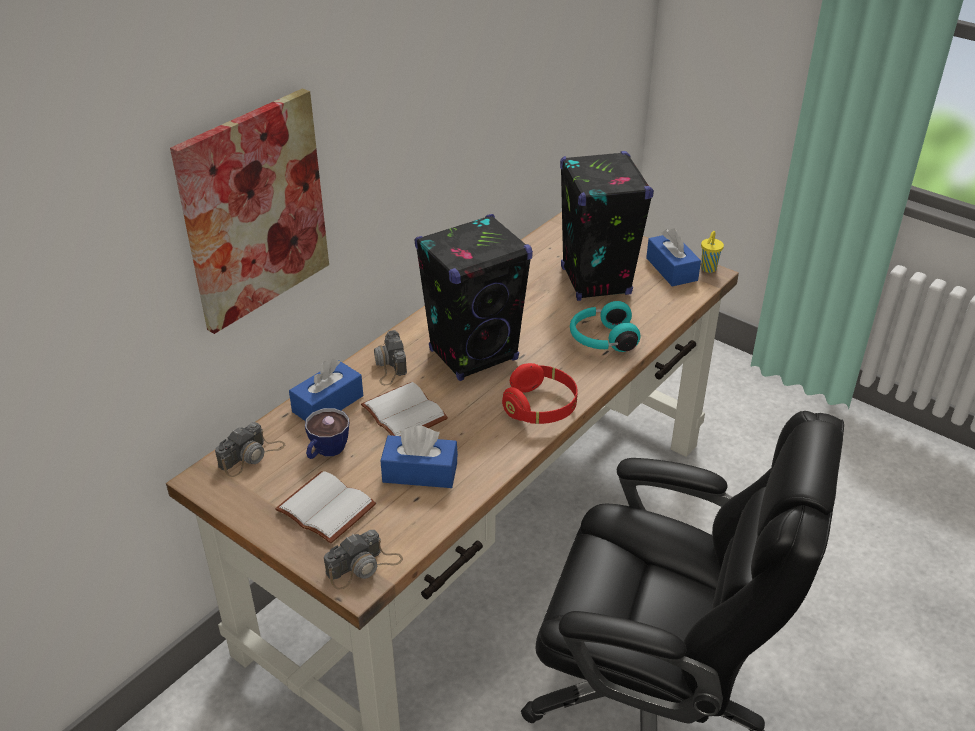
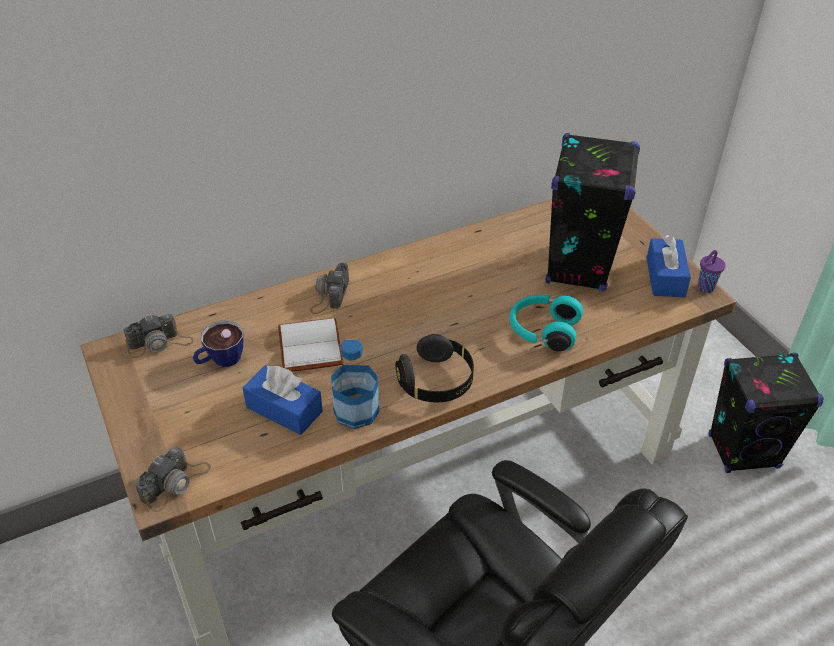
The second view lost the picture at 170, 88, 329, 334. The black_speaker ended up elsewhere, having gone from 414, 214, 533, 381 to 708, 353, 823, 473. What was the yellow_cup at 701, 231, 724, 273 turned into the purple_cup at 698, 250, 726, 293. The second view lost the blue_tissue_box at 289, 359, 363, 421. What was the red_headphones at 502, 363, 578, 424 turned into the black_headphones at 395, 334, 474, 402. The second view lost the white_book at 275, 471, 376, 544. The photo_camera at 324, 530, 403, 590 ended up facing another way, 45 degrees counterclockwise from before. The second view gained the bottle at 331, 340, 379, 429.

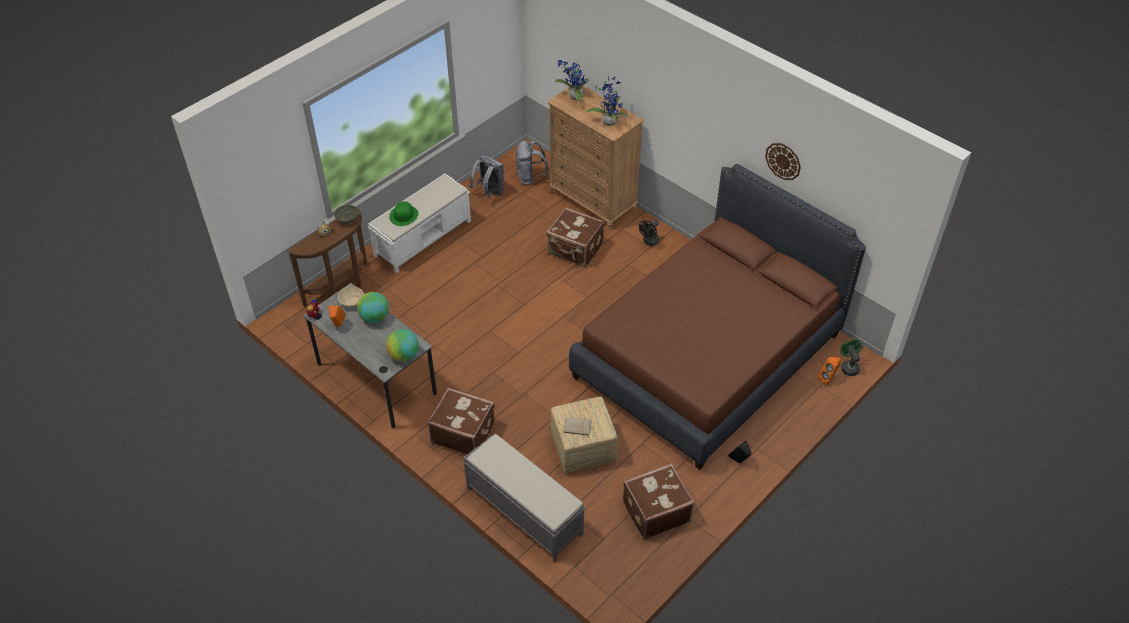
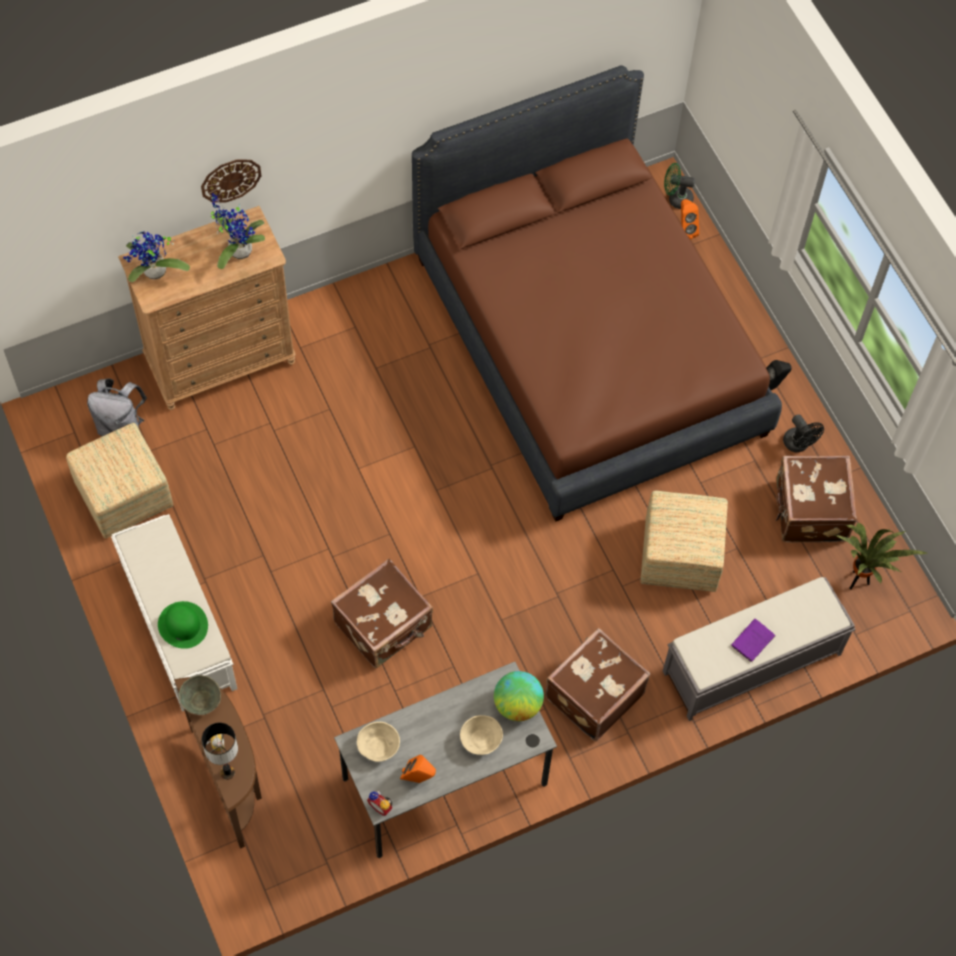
The wall_clock ended up elsewhere, having gone from 765, 143, 801, 180 to 201, 160, 261, 202. Where the grey_backpack stood at 469, 155, 504, 198, the ottoman came to stand at 66, 423, 173, 538. The brown_suitcase ended up elsewhere, having gone from 546, 207, 605, 267 to 331, 559, 433, 668. The black_fan ended up elsewhere, having gone from 639, 220, 660, 246 to 783, 415, 824, 452. The second view lost the globe at 357, 292, 389, 323. The second view lost the beige_book at 563, 417, 592, 436. The second view gained the potted_plant at 834, 523, 929, 589. The second view gained the purple_book at 732, 619, 776, 663. The second view gained the beige_bowl at 460, 715, 503, 755. The second view gained the table_lamp at 202, 723, 238, 780.

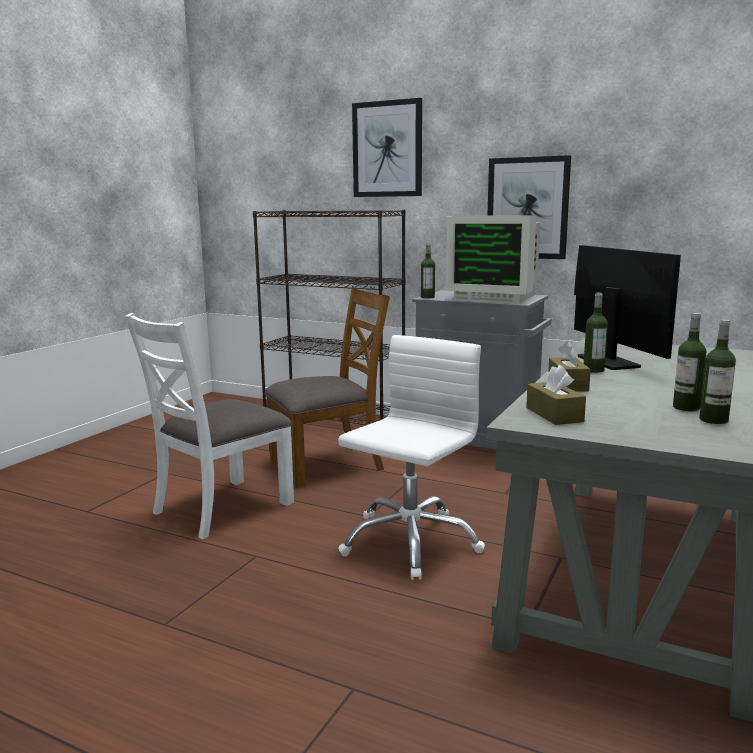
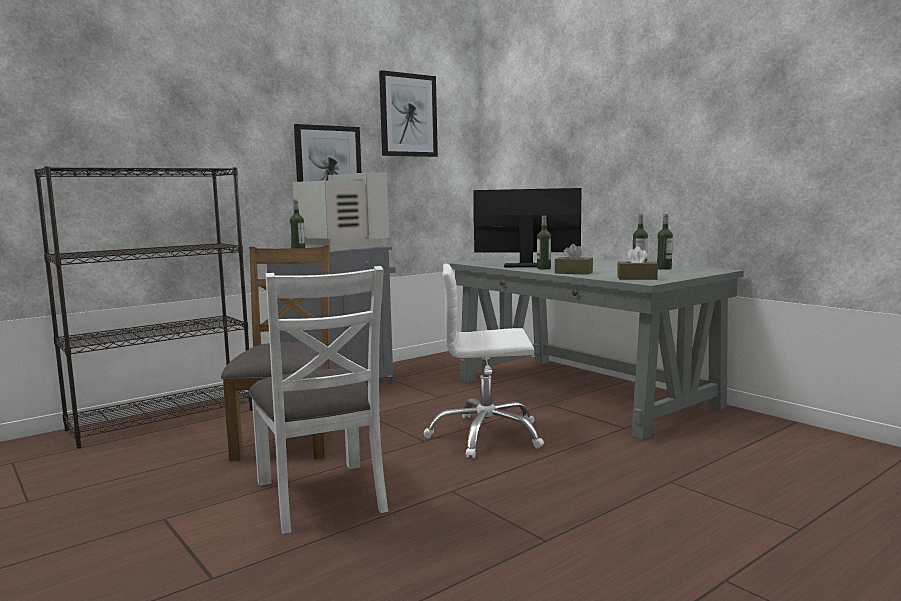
The picture ended up elsewhere, having gone from 352, 98, 422, 197 to 379, 70, 438, 157. The monitor at 446, 215, 540, 304 ended up facing another way, 90 degrees counterclockwise from before. The white_office_chair at 338, 335, 485, 580 ended up facing another way, 60 degrees counterclockwise from before.

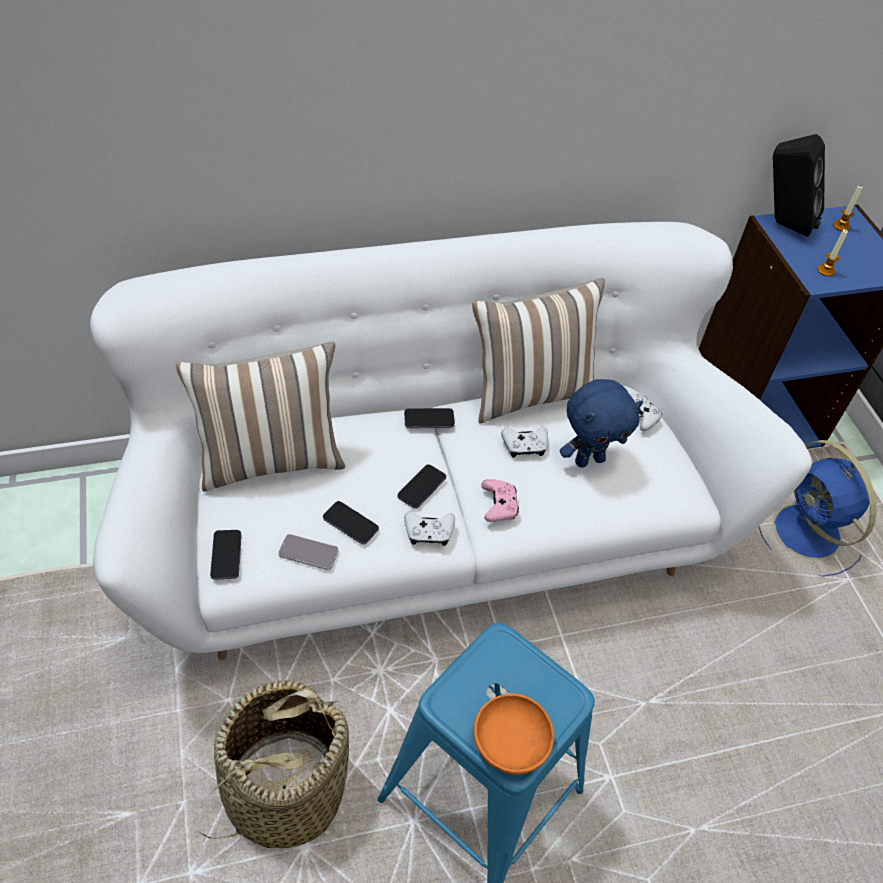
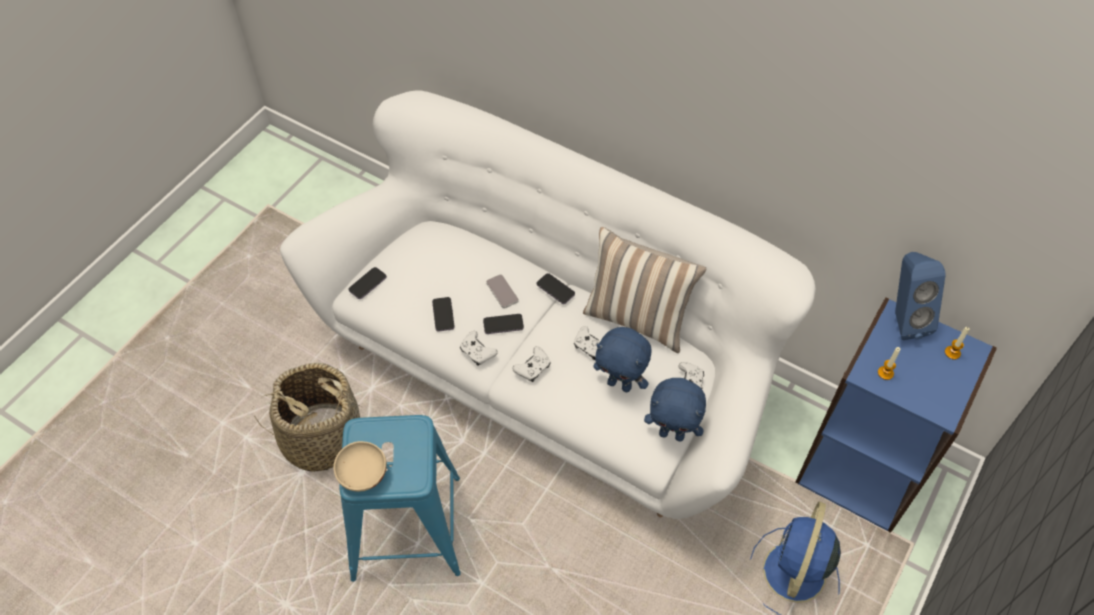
What was the black_speaker at 773, 134, 825, 237 turned into the blue_speaker at 895, 252, 946, 340. The second view lost the pillow at 176, 341, 345, 492. What was the pink_game_controller at 481, 479, 519, 522 turned into the white_game_controller at 512, 346, 551, 382. The phone ended up elsewhere, having gone from 278, 534, 339, 570 to 486, 274, 519, 308. What was the orange_bowl at 473, 694, 554, 775 turned into the beige_bowl at 333, 441, 387, 492. The second view gained the blue_plush_toy at 644, 378, 706, 442.

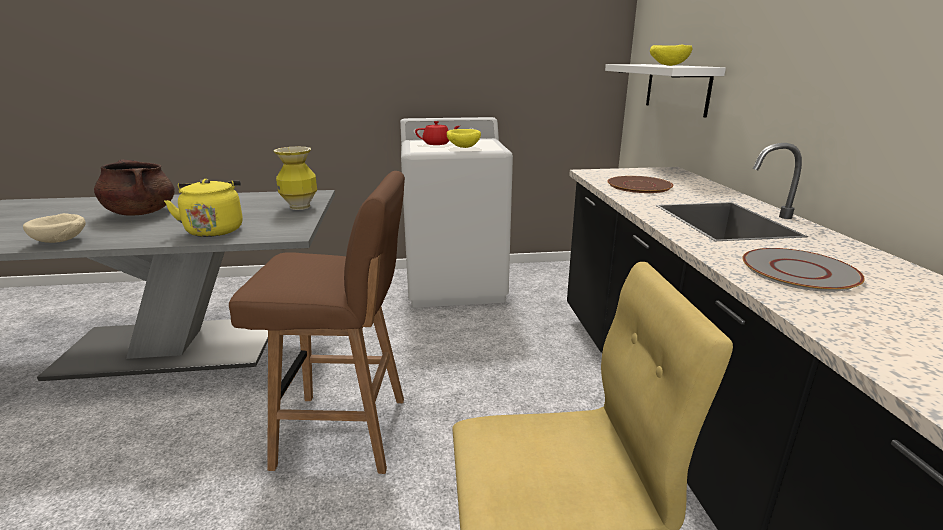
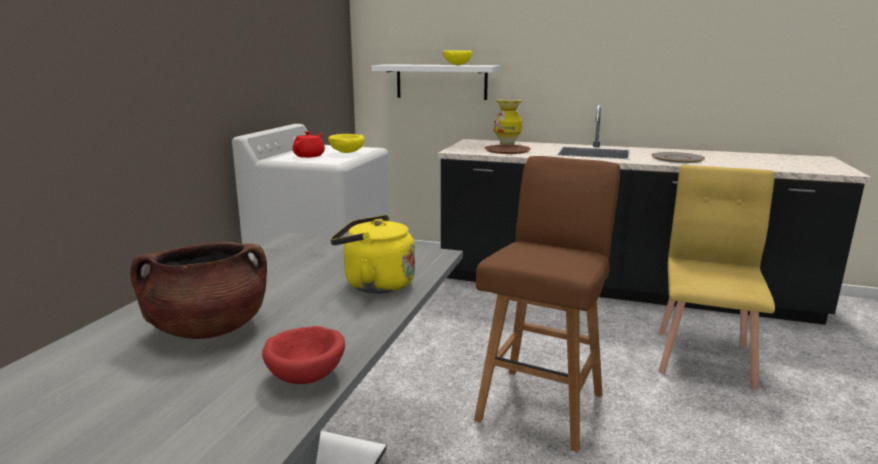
The vase ended up elsewhere, having gone from 274, 146, 317, 210 to 494, 99, 522, 145. What was the beige_bowl at 23, 213, 86, 243 turned into the red_bowl at 262, 326, 345, 384.

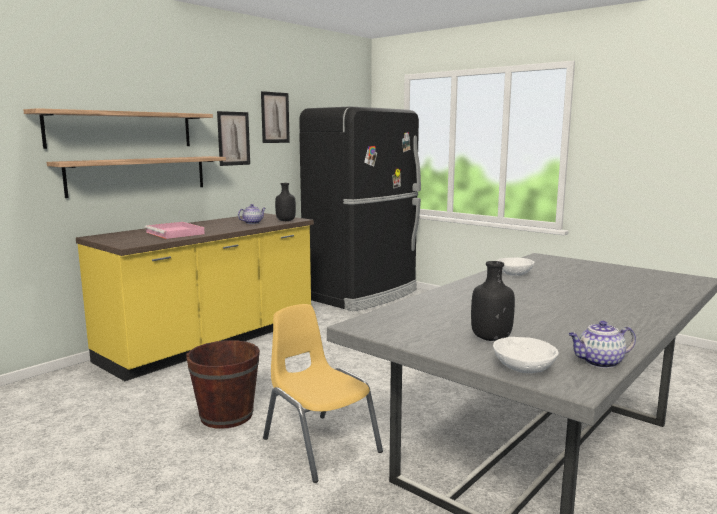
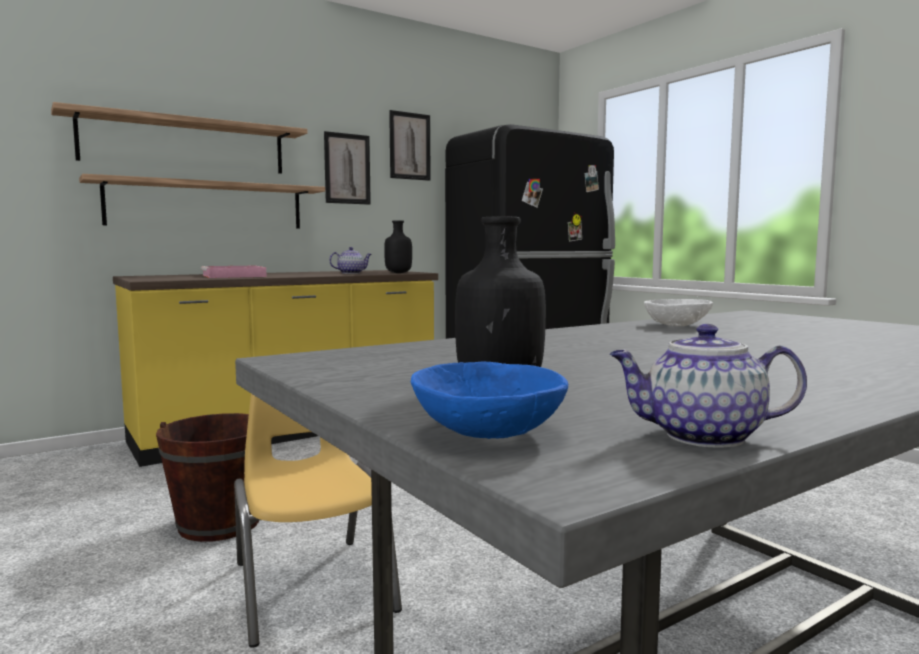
What was the white_bowl at 493, 337, 559, 373 turned into the blue_bowl at 411, 361, 568, 439.

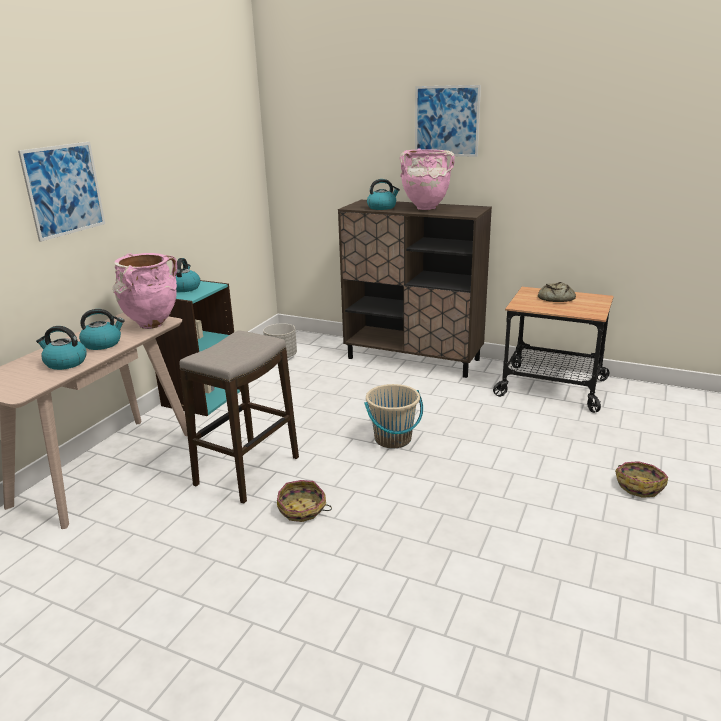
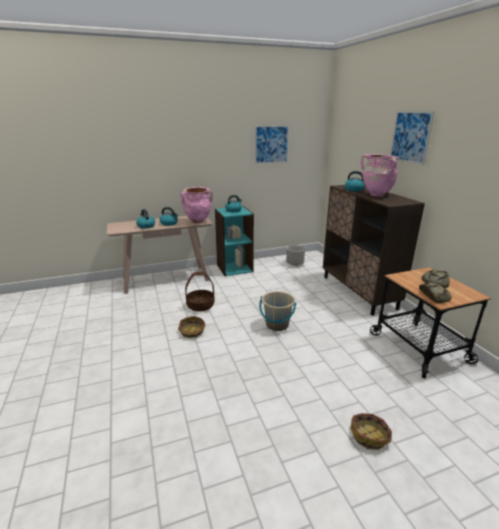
The picture ended up elsewhere, having gone from 18, 142, 105, 242 to 255, 125, 289, 164. Where the stool stood at 179, 331, 299, 504, the basket came to stand at 185, 272, 215, 312. The second view gained the bread at 419, 283, 451, 303.

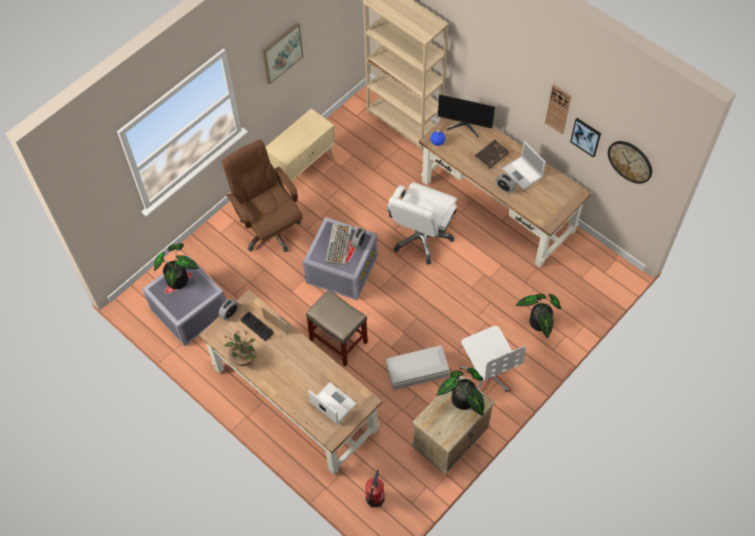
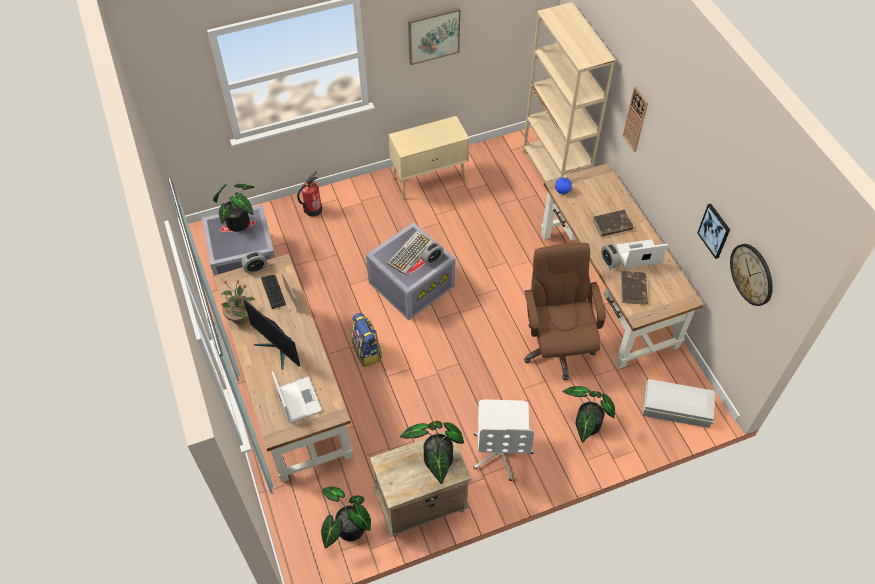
The wall_clock ended up elsewhere, having gone from 545, 84, 571, 134 to 623, 86, 648, 152. The monitor ended up elsewhere, having gone from 438, 94, 495, 137 to 243, 299, 300, 370. The brown_office_chair ended up elsewhere, having gone from 222, 140, 303, 252 to 524, 243, 606, 380. The laptop at 502, 141, 546, 190 ended up facing another way, 90 degrees clockwise from before. The second view lost the white_office_chair at 386, 182, 457, 264. Where the beige_stool stood at 306, 289, 368, 366, the backpack came to stand at 351, 313, 382, 367. The white_storage_box ended up elsewhere, having gone from 386, 345, 450, 390 to 642, 379, 715, 428. The fire_extinguisher ended up elsewhere, having gone from 366, 470, 385, 508 to 297, 171, 322, 217. The second view gained the brown_book at 621, 271, 648, 304. The second view gained the potted_plant at 321, 486, 371, 548.

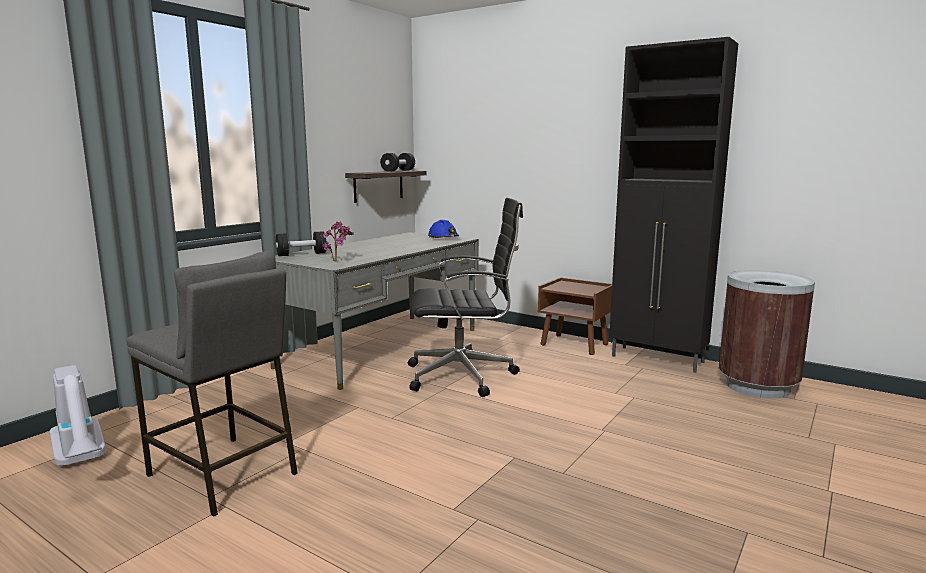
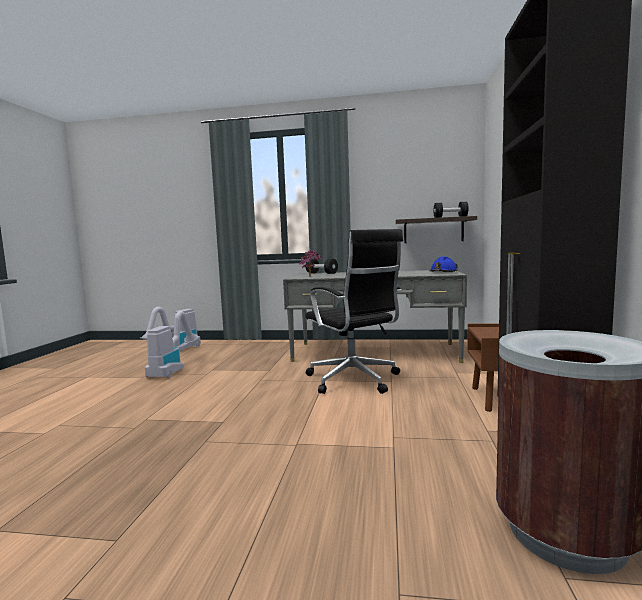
Where the grey_stool stood at 126, 251, 298, 517, the vacuum_cleaner came to stand at 145, 311, 198, 378.

